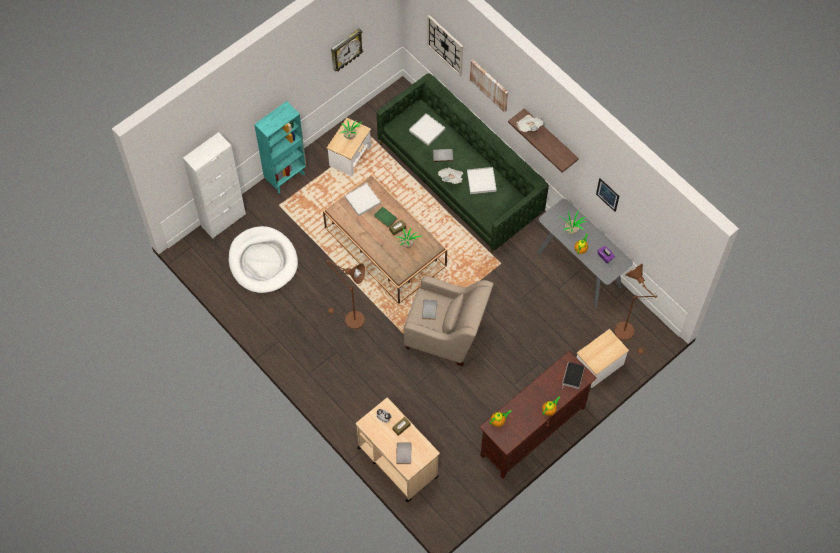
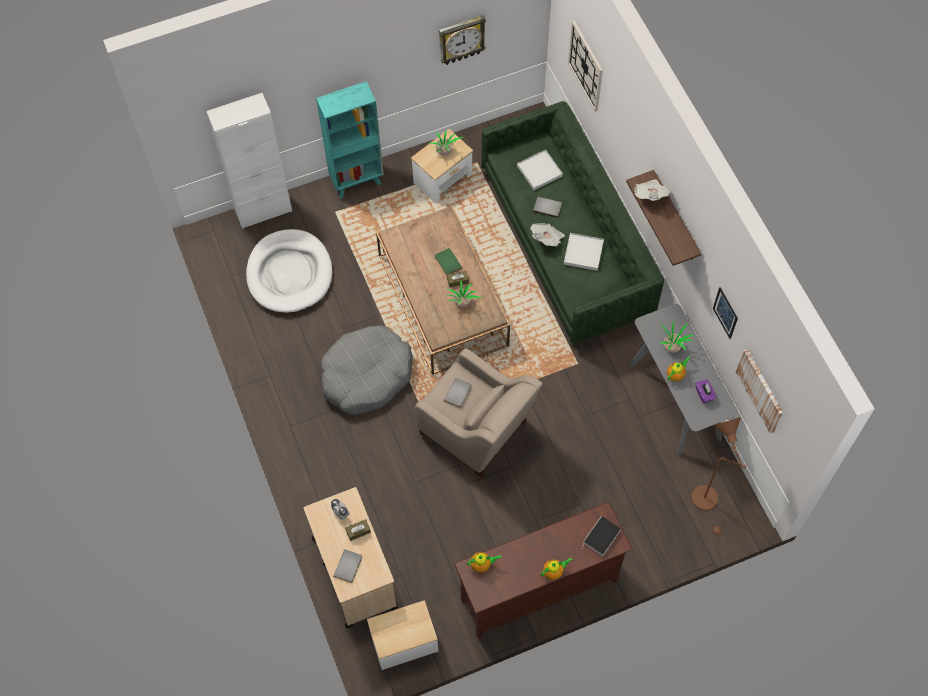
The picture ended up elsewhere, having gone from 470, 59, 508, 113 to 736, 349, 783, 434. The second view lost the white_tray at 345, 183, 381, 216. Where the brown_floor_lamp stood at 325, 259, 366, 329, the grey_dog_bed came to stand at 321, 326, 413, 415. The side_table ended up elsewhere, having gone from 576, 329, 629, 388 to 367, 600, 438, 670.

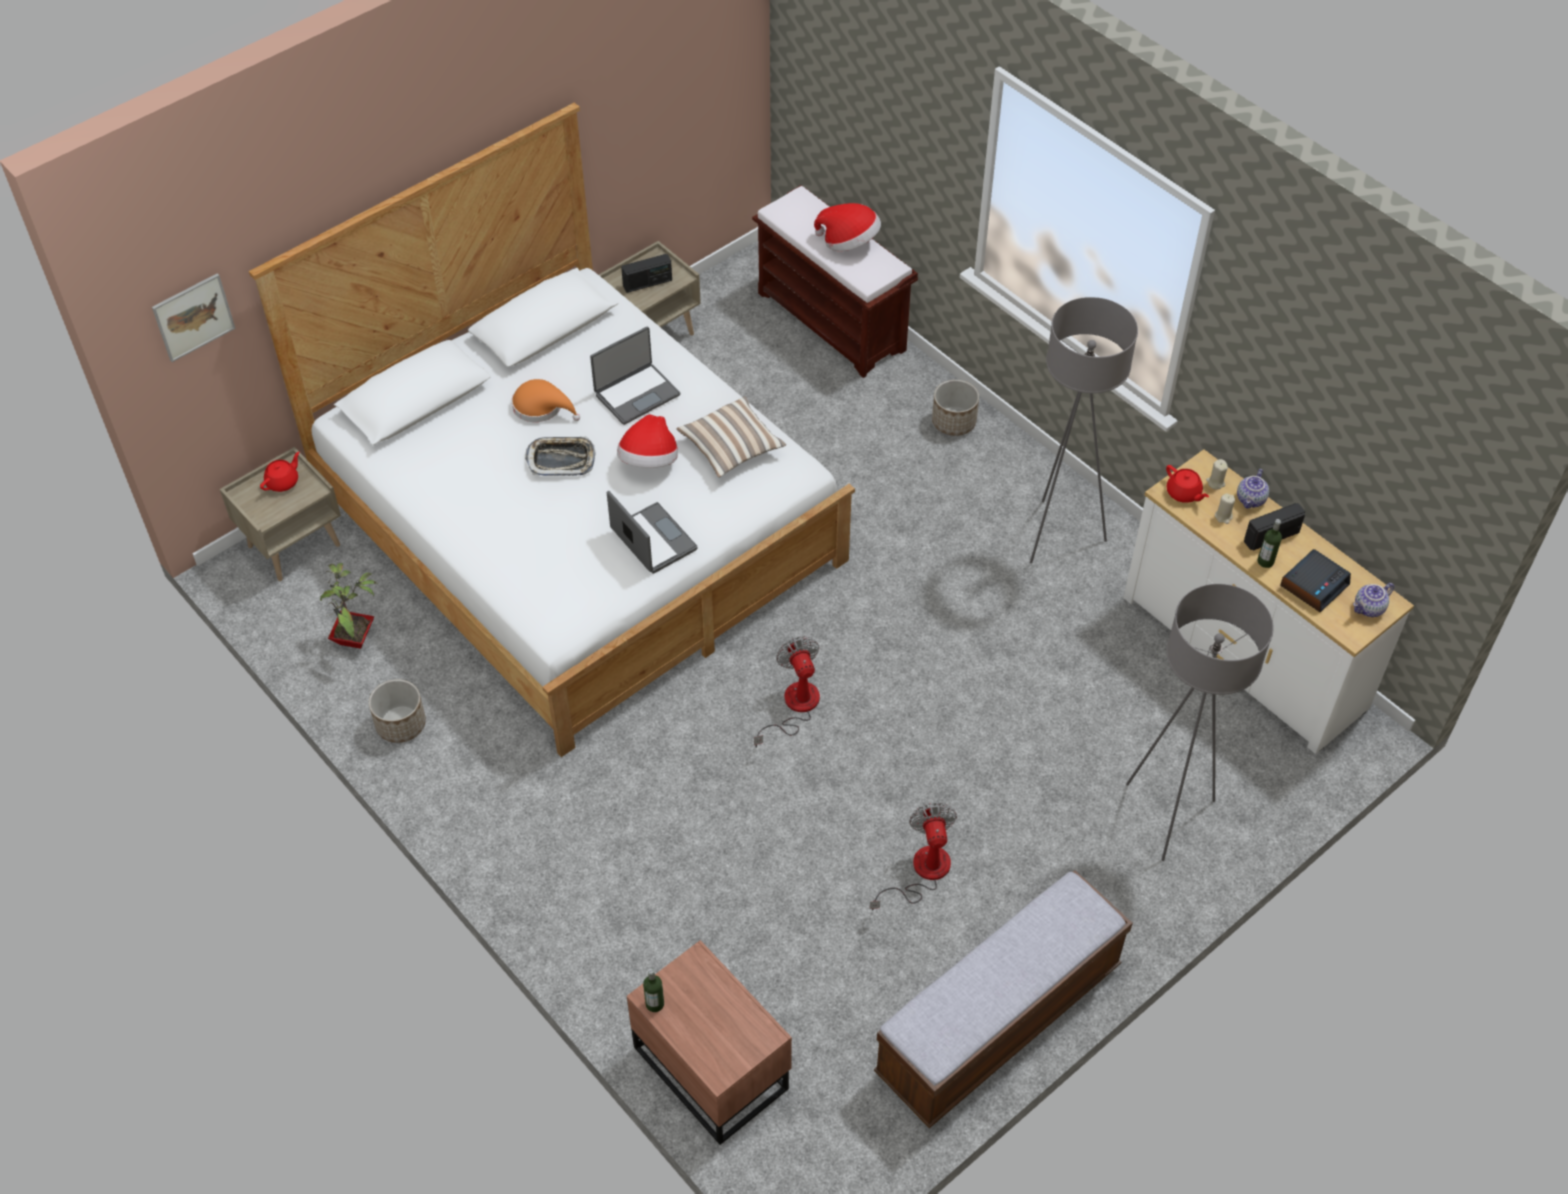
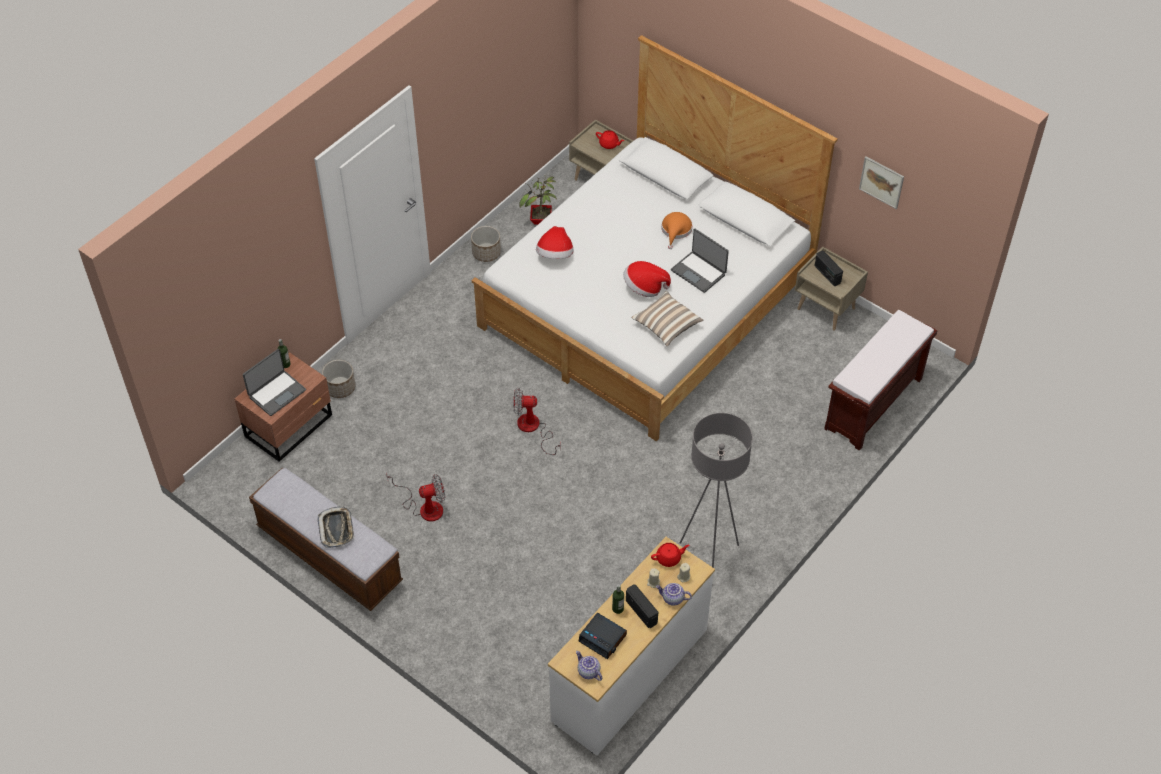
The hat ended up elsewhere, having gone from 814, 203, 881, 251 to 536, 226, 573, 259. The picture ended up elsewhere, having gone from 152, 273, 236, 362 to 859, 156, 904, 209. The planter ended up elsewhere, having gone from 932, 380, 979, 436 to 322, 360, 355, 398. The tray ended up elsewhere, having gone from 525, 436, 596, 476 to 318, 506, 354, 548. The red_teapot at 1166, 465, 1209, 503 ended up facing another way, 150 degrees counterclockwise from before. The laptop ended up elsewhere, having gone from 607, 491, 698, 574 to 243, 349, 306, 416. The second view lost the grey_floor_lamp at 1126, 584, 1274, 861. The fan at 754, 636, 820, 748 ended up facing another way, 150 degrees counterclockwise from before.

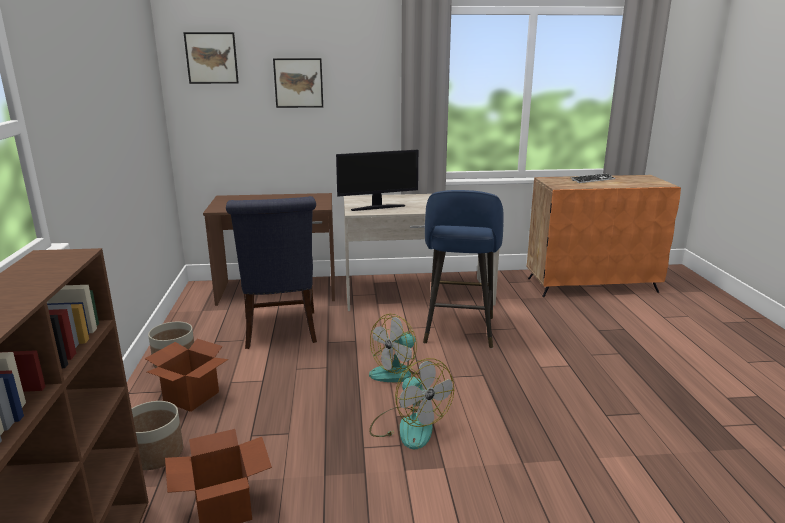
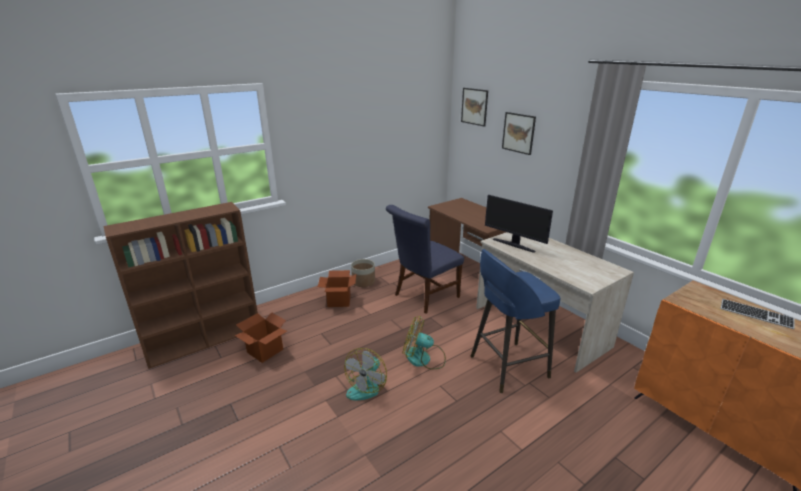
The second view lost the planter at 132, 401, 183, 470.

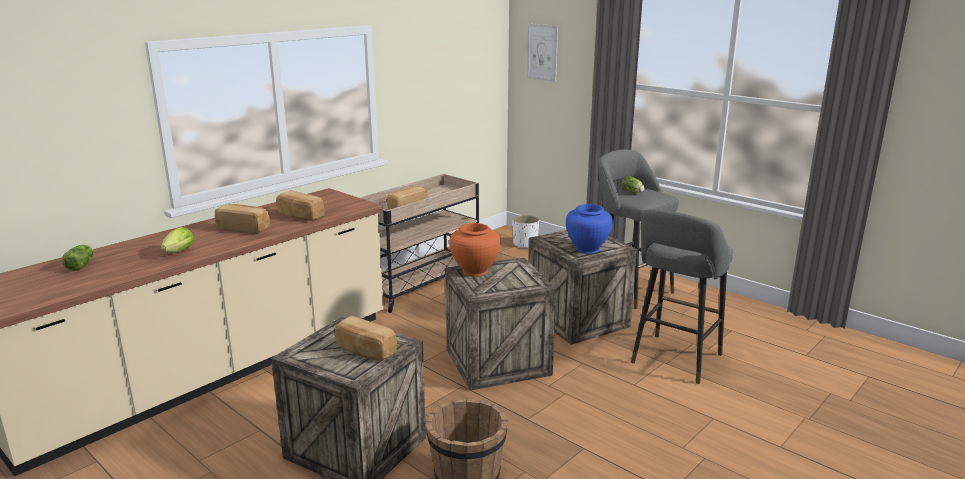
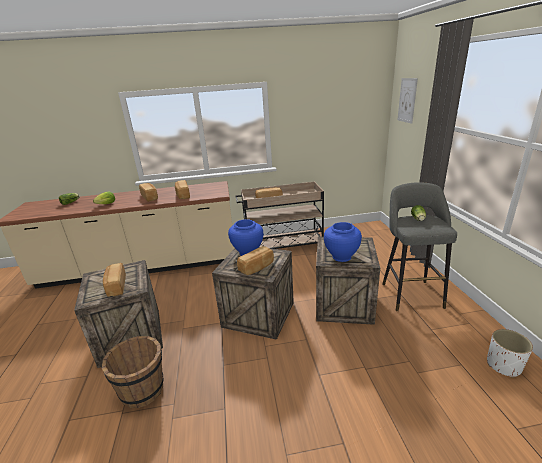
The second view lost the grey_stool at 631, 209, 733, 384. The white_planter ended up elsewhere, having gone from 513, 215, 539, 248 to 487, 329, 533, 378. What was the orange_vase at 449, 223, 500, 277 turned into the blue_vase at 228, 219, 263, 256. The second view gained the bread at 237, 246, 274, 275.

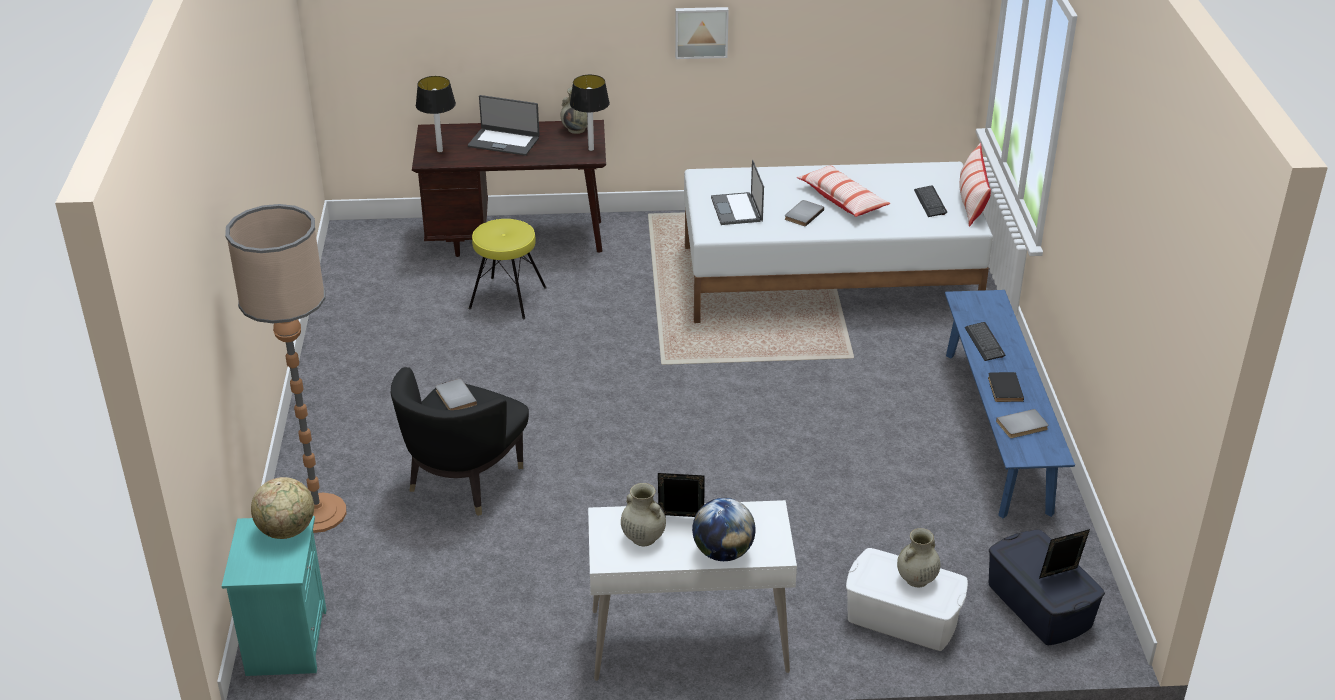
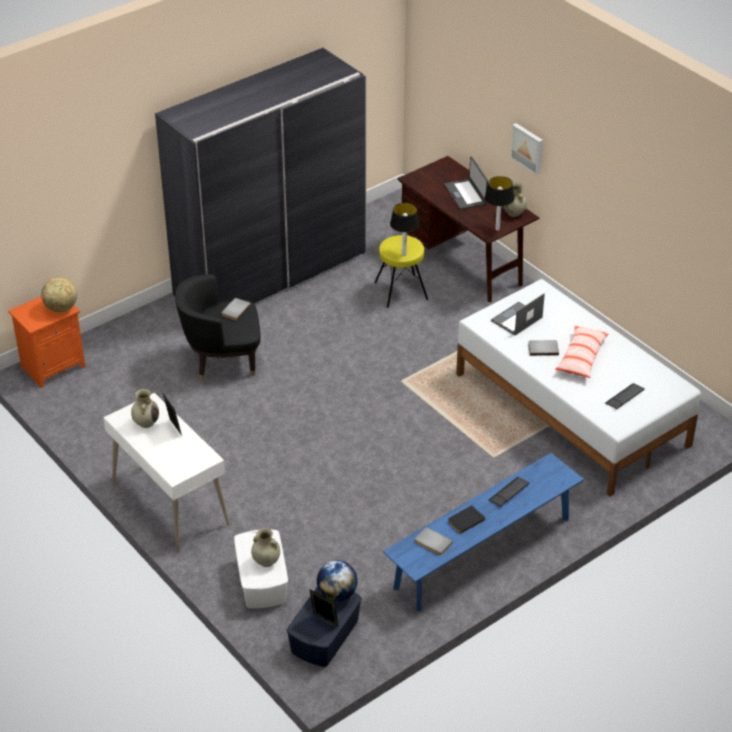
The picture ended up elsewhere, having gone from 675, 7, 729, 59 to 510, 123, 543, 175. The table_lamp ended up elsewhere, having gone from 416, 76, 456, 152 to 390, 202, 420, 256. The second view lost the pillow at 959, 143, 991, 227. The second view lost the floor_lamp at 225, 204, 346, 533. The globe ended up elsewhere, having gone from 692, 498, 756, 561 to 317, 560, 358, 602. What was the turquoise_nightstand at 222, 516, 326, 676 turned into the orange_nightstand at 8, 297, 85, 388. The second view gained the grey_wardrobe at 155, 48, 366, 303.

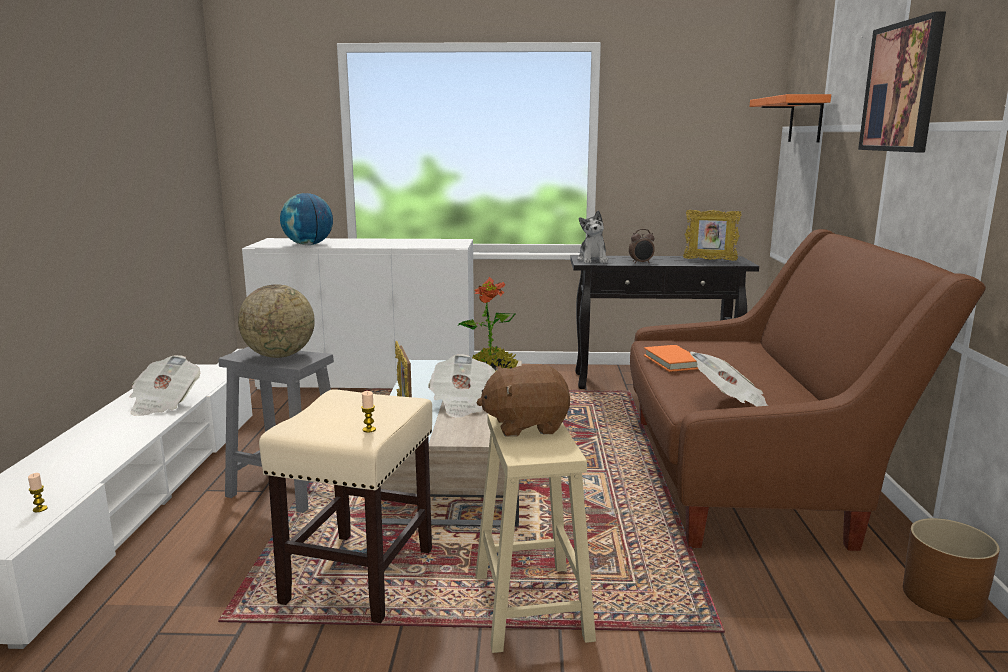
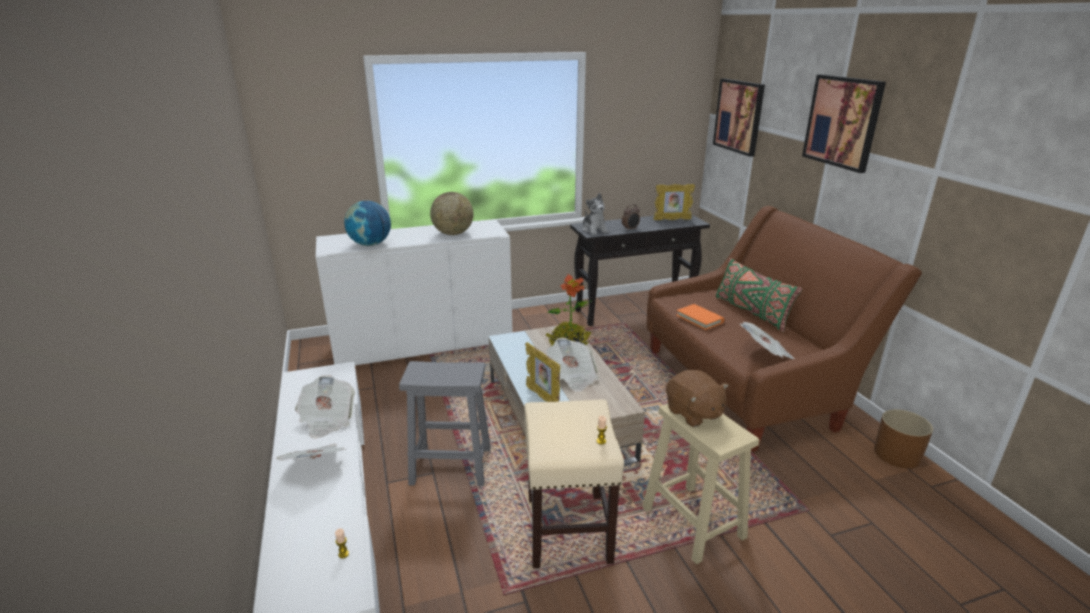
Where the orange_shelf hung at 749, 94, 831, 143, the picture came to hang at 713, 79, 765, 157. The globe ended up elsewhere, having gone from 238, 284, 315, 358 to 430, 192, 473, 235. The brown_plush_toy at 476, 364, 570, 437 ended up facing another way, 90 degrees counterclockwise from before. The second view gained the green_pillow at 716, 258, 802, 332. The second view gained the newspaper at 276, 444, 347, 461.

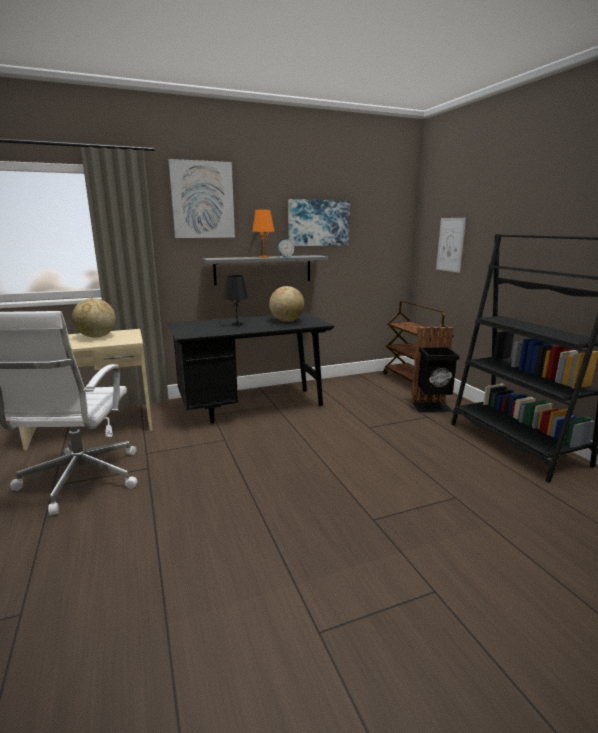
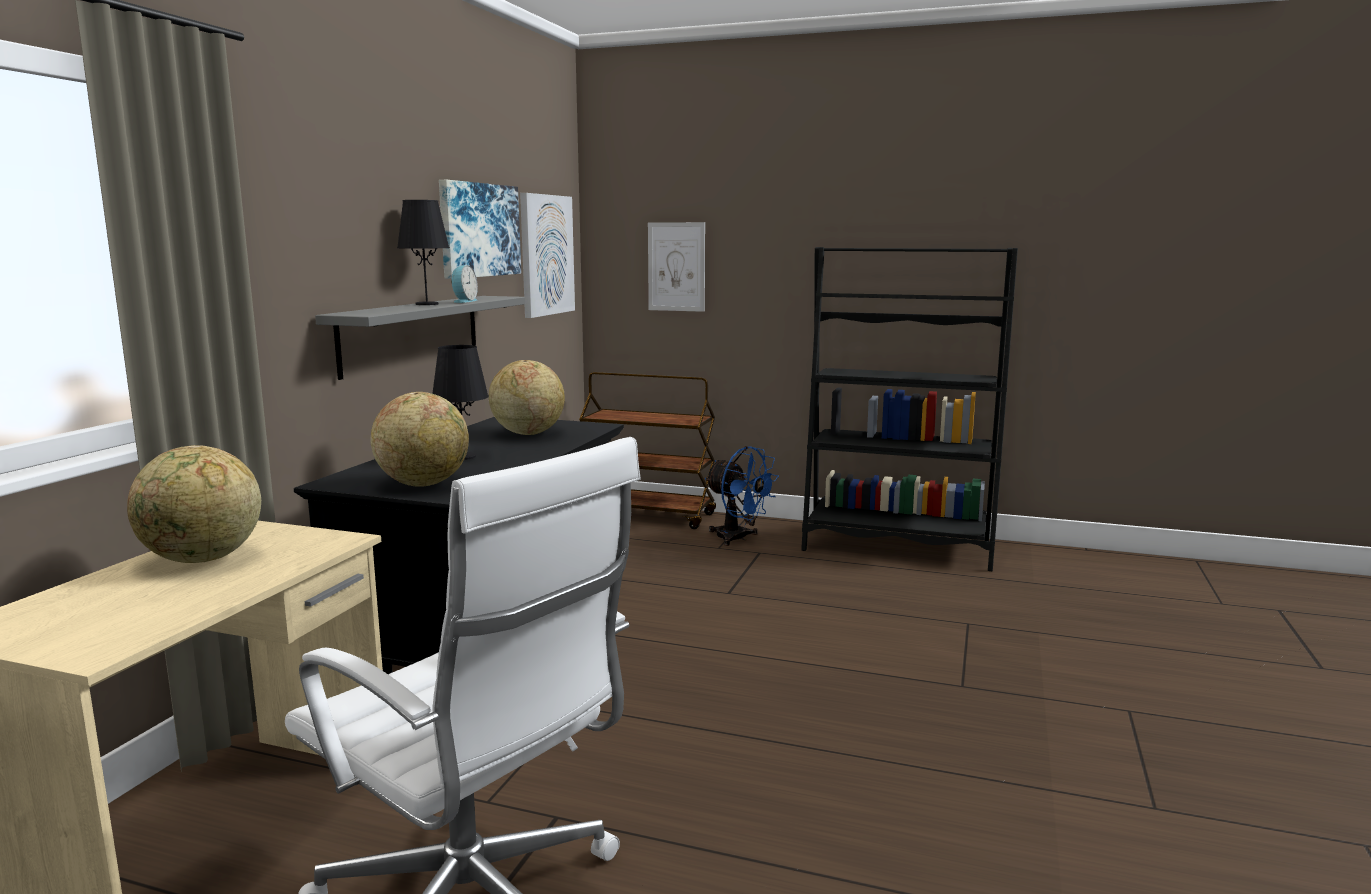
The picture ended up elsewhere, having gone from 169, 159, 235, 238 to 520, 193, 575, 318. What was the orange_table_lamp at 252, 210, 275, 257 turned into the black_table_lamp at 397, 200, 450, 305. Where the black_trash_can stood at 411, 327, 460, 412, the blue_fan came to stand at 705, 446, 779, 546. The second view gained the globe at 370, 392, 469, 487.

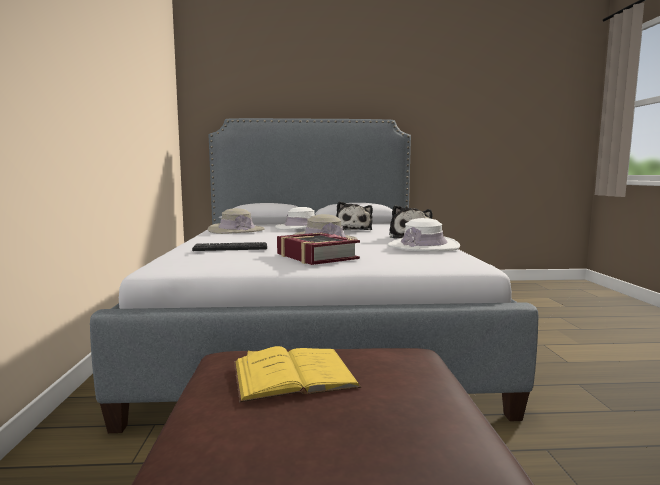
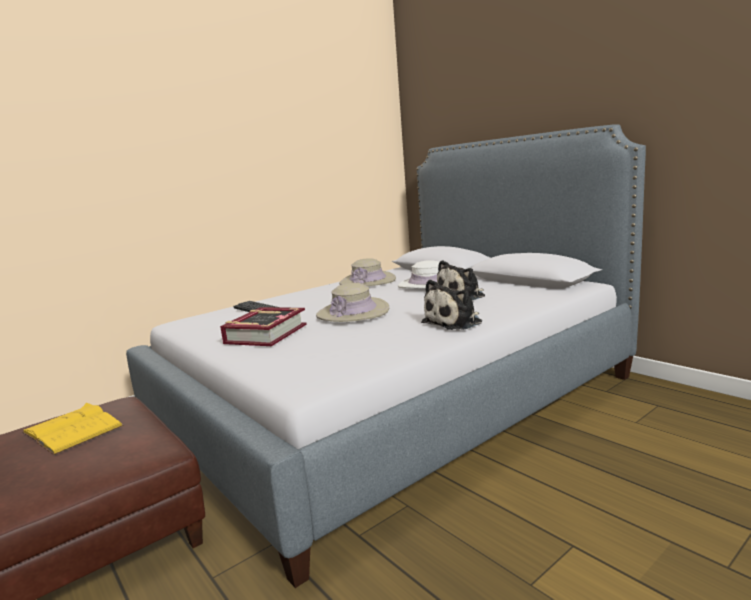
The second view lost the white_hat at 388, 218, 460, 251.

